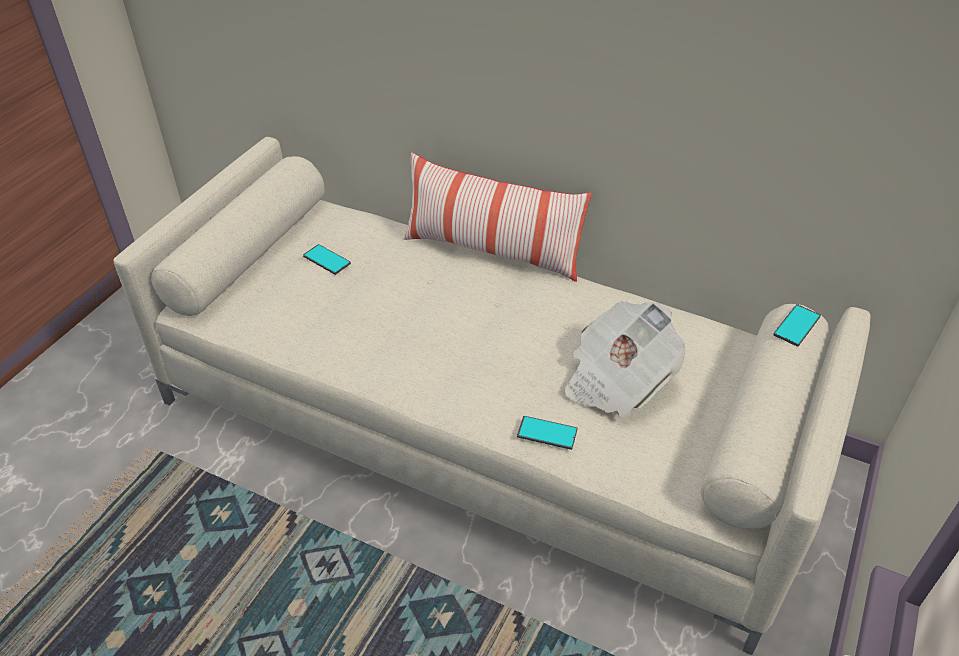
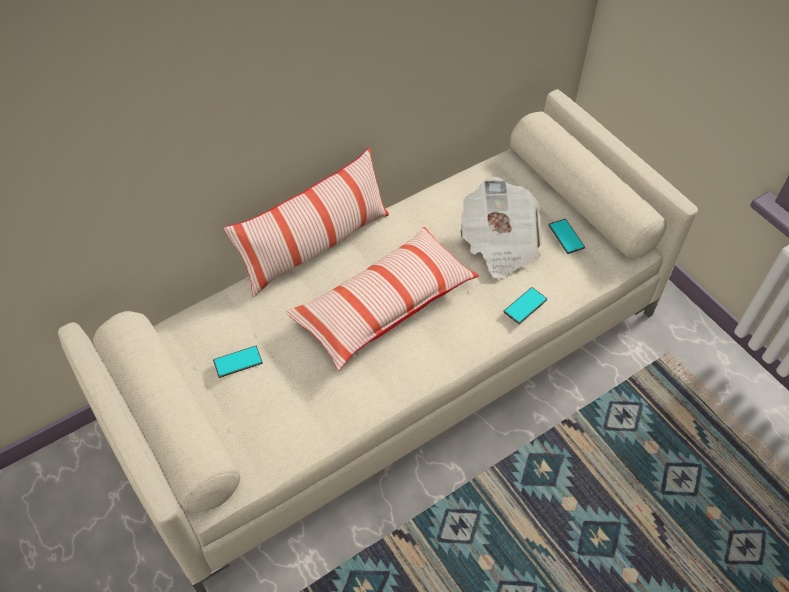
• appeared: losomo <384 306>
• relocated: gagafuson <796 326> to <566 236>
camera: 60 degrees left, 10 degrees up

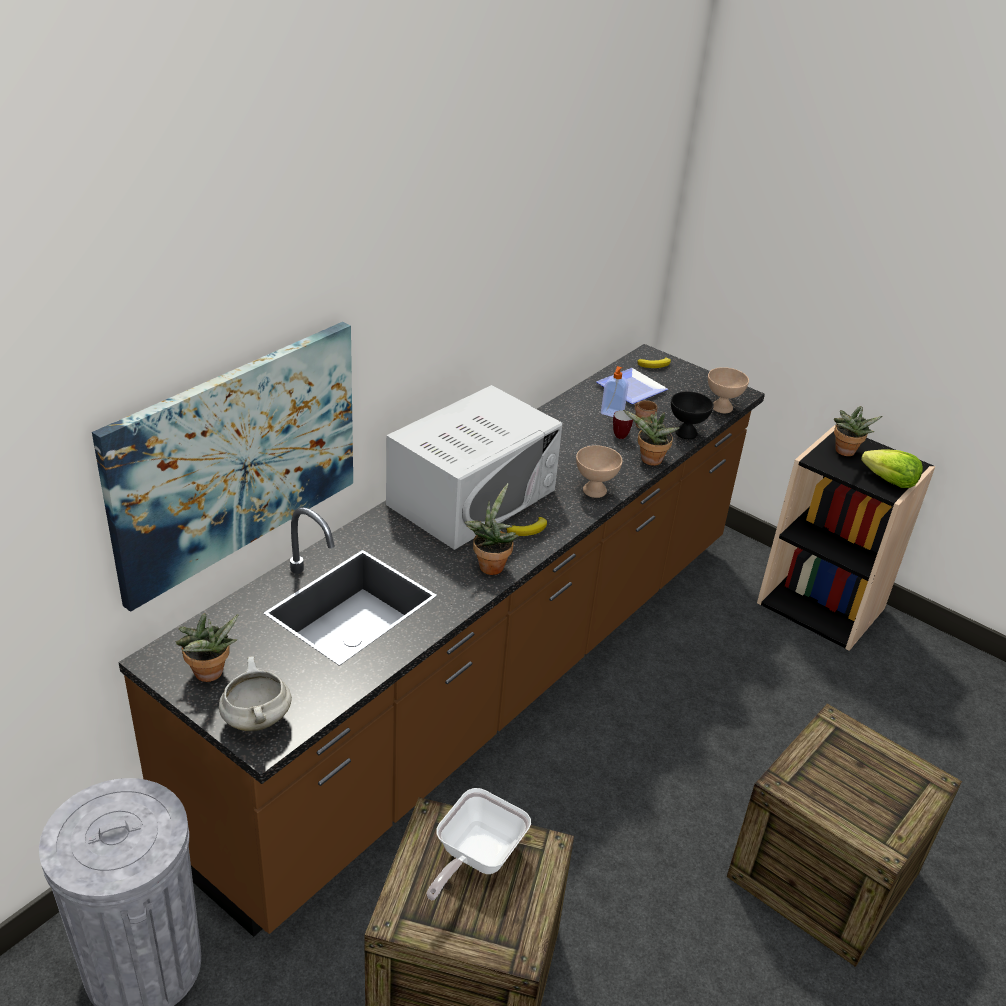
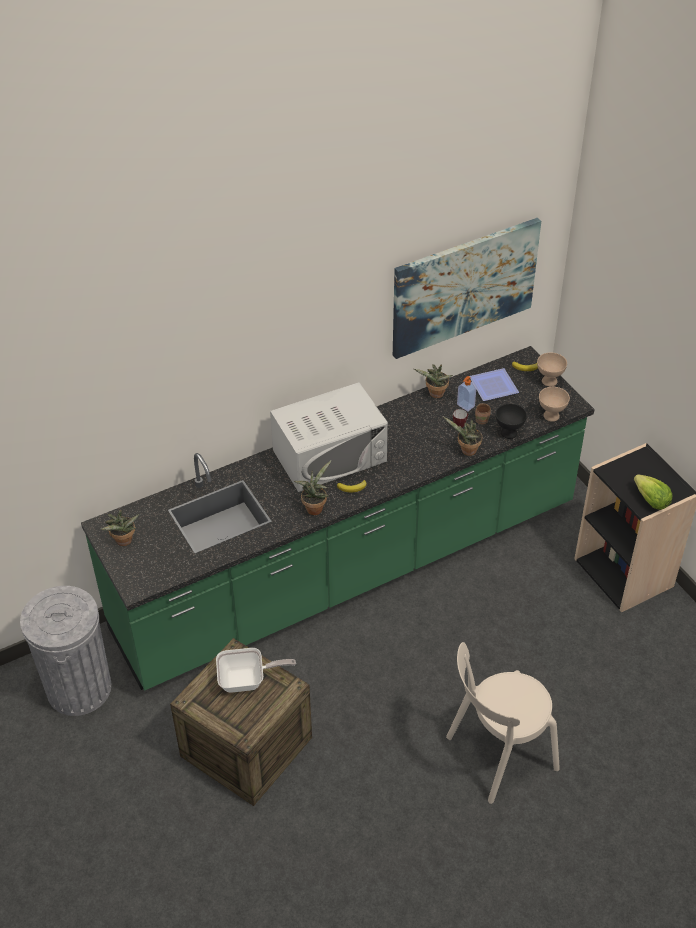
• missing: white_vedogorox <255 719>
• relocated: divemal <236 458> to <464 287>
• relocated: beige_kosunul <593 490> to <549 381>
• relocated: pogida <845 453> to <435 395>
• exchanged: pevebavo <823 874> to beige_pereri <497 755>
• colour: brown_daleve <488 678> to green_daleve <349 568>
• spun: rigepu <475 857> = <247 680> 150 degrees counterclockwise
camera: 25 degrees right, 10 degrees up

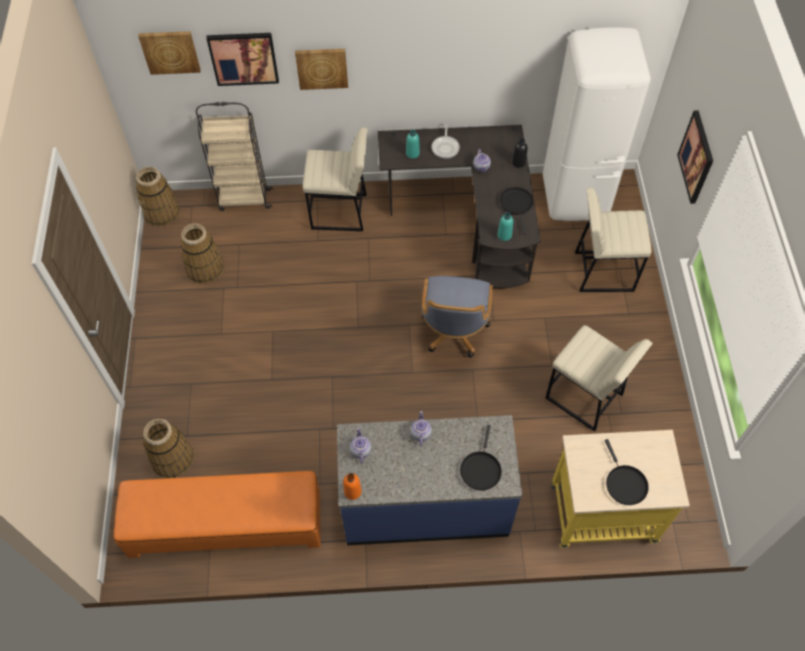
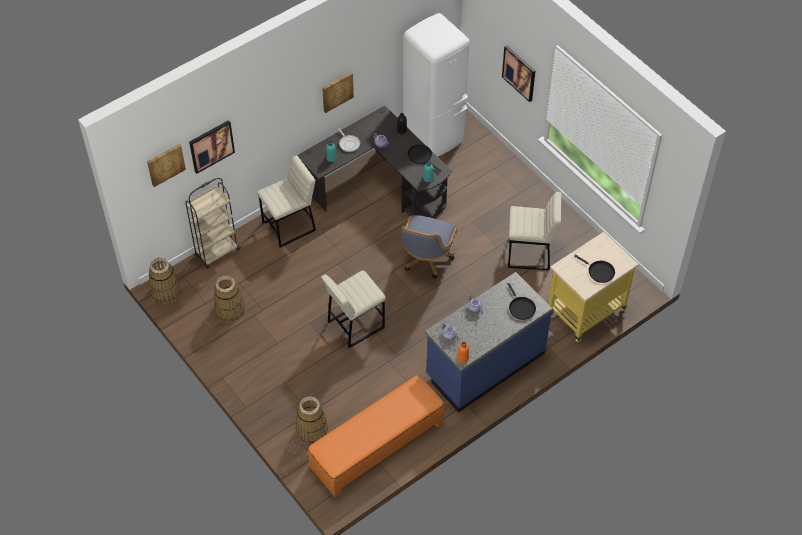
• relocated: divemal <322 68> to <337 91>
• relocated: beige_pereri <602 271> to <354 325>
• spun: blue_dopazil <454 336> = <426 262> 45 degrees clockwise
camera: 35 degrees left, 5 degrees down

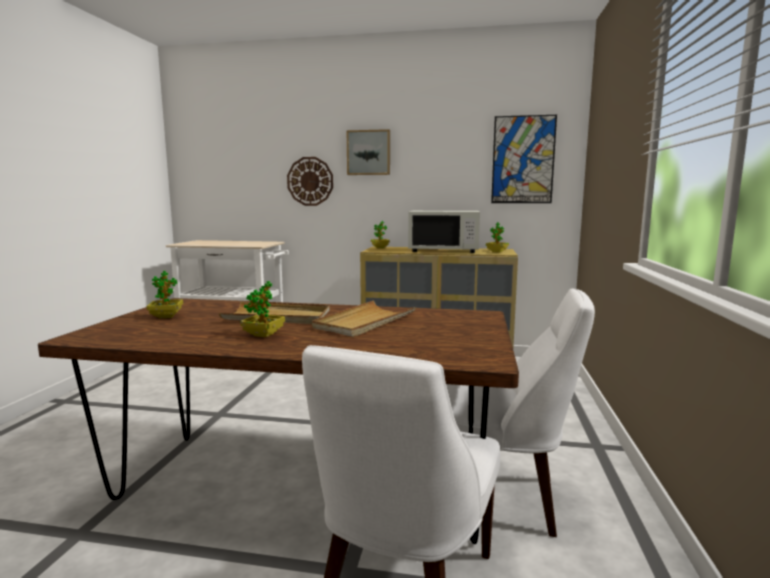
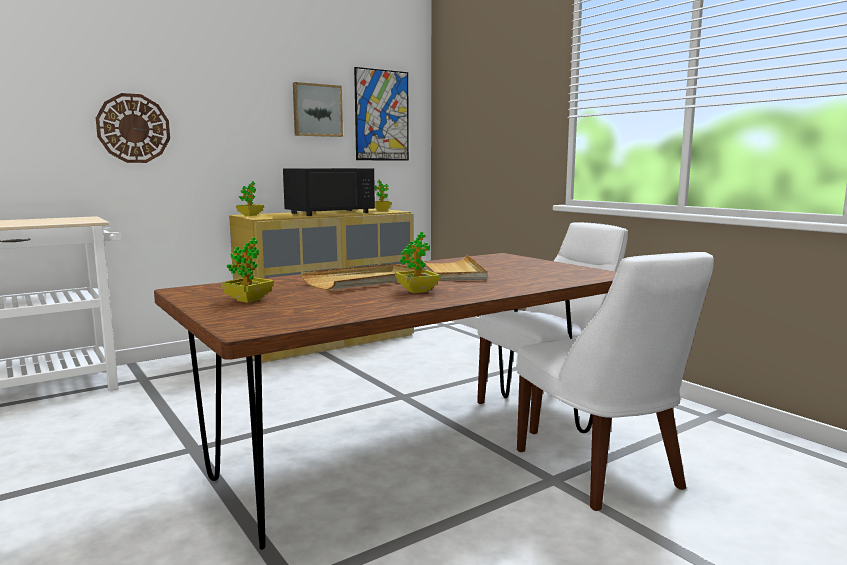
• relocated: divemal <368 153> to <317 110>
• colour: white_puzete <443 250> to black_puzete <330 213>
camera: 45 degrees left, 0 degrees up

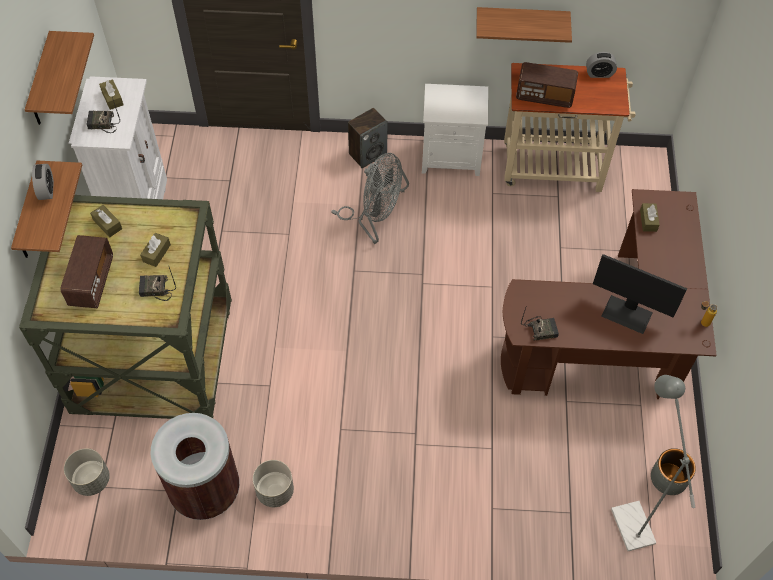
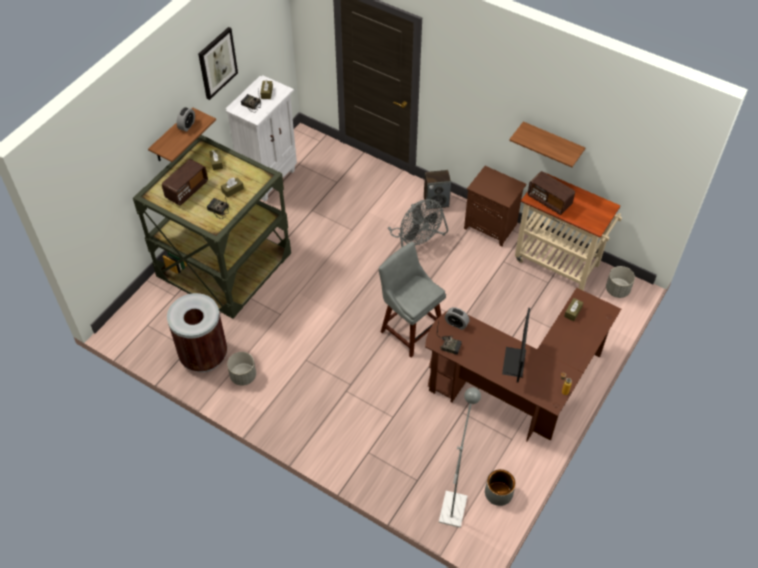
• appeared: grey_pereri <410 328>
• relocated: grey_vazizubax <92 479> to <617 290>
• relocated: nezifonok <599 73> to <456 323>
• exchanged: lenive <42 82> to divemal <217 63>
• colour: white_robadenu <452 156> to brown_robadenu <492 226>
• spun: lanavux <627 313> = <515 362> 45 degrees clockwise
camera: 30 degrees right, 5 degrees down

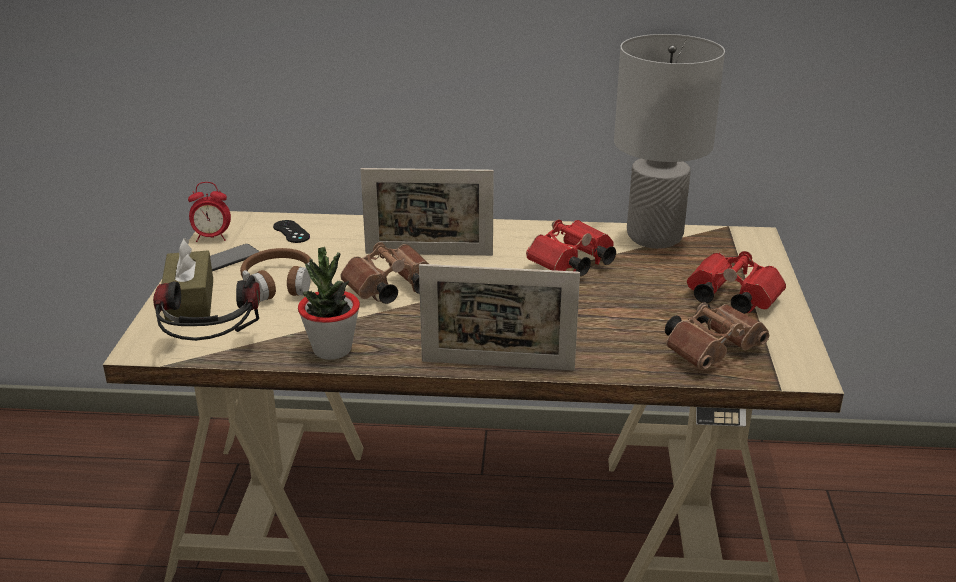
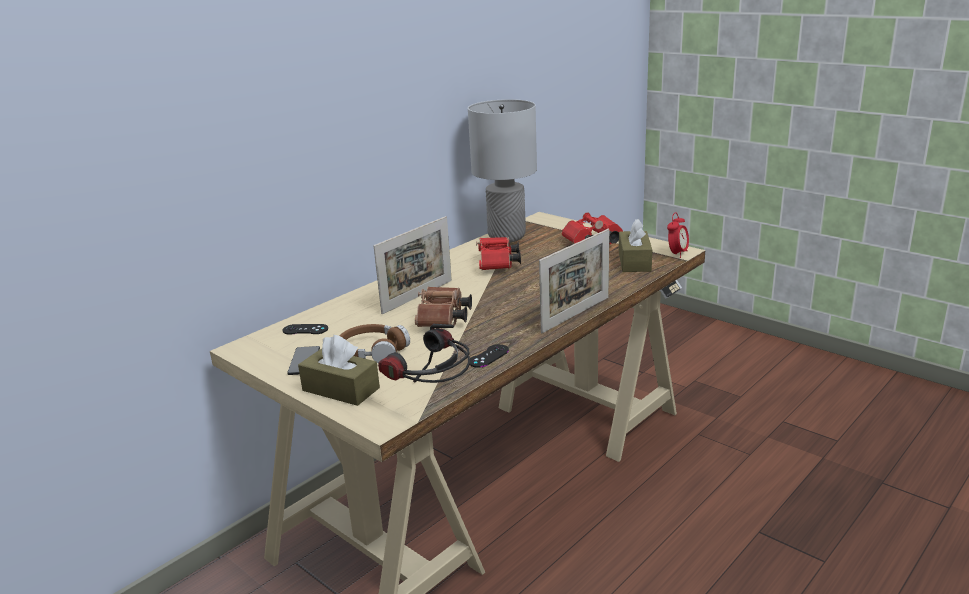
• relocated: nezifonok <212 238> to <677 254>
• exchanged: pogida <332 350> to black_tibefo <488 356>
• exchanged: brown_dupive <713 350> to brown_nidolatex <634 261>
camera: 50 degrees left, 5 degrees down

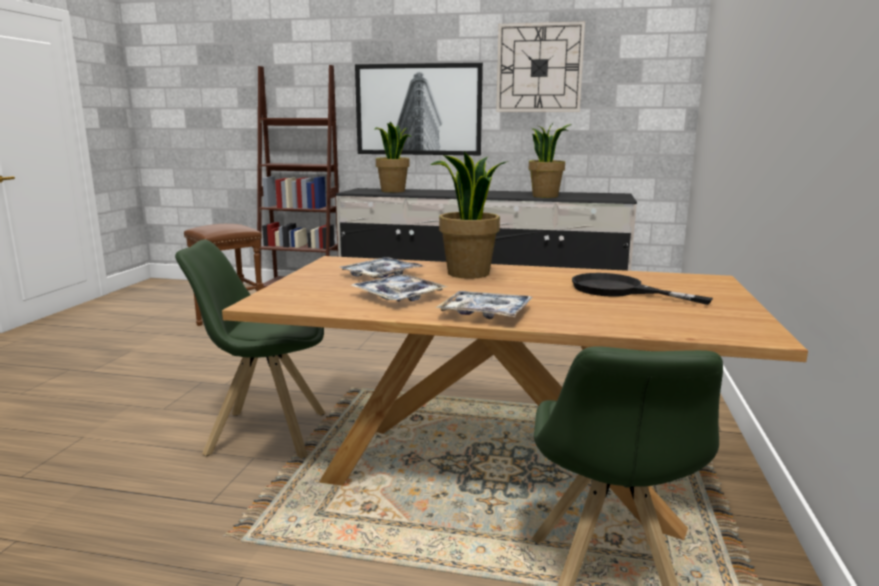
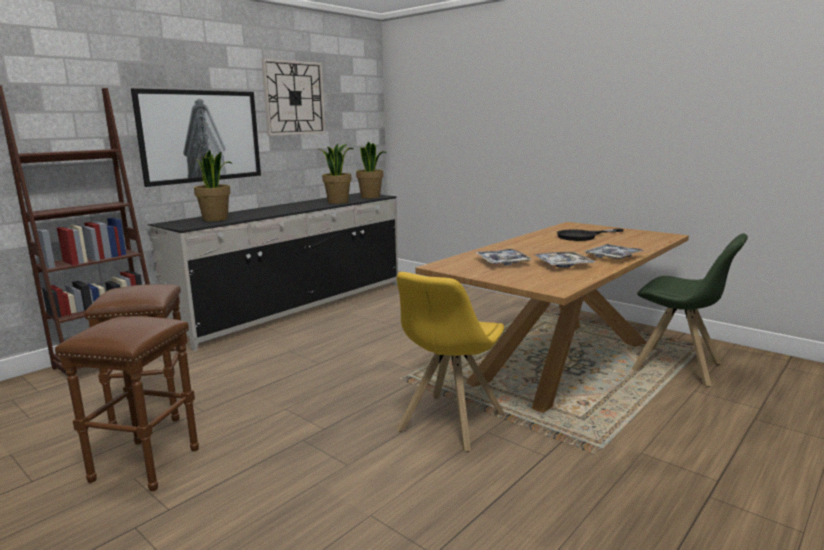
• appeared: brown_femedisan <145 463>
• relocated: pogida <468 273> to <371 197>
• colour: green_pereri <266 433> to yellow_pereri <450 422>
camera: 60 degrees left, 0 degrees up

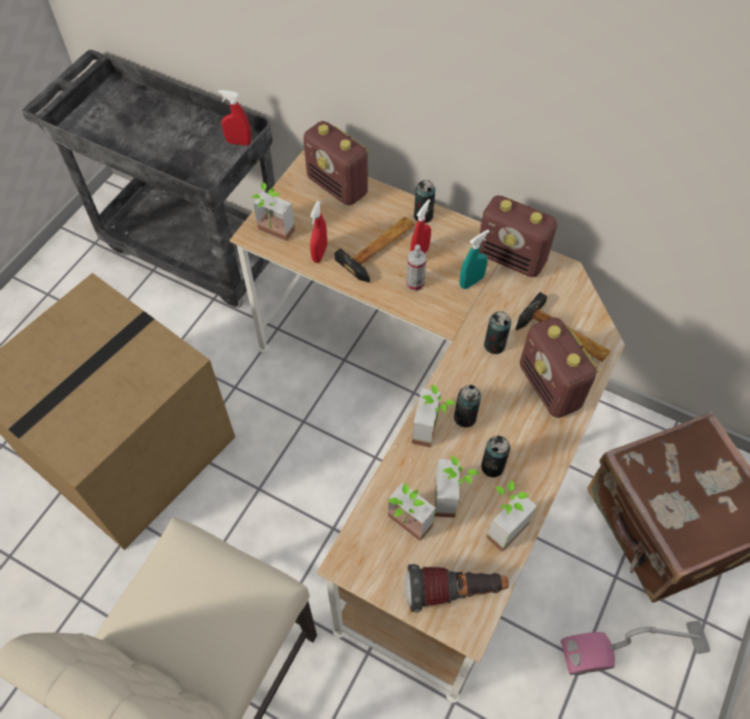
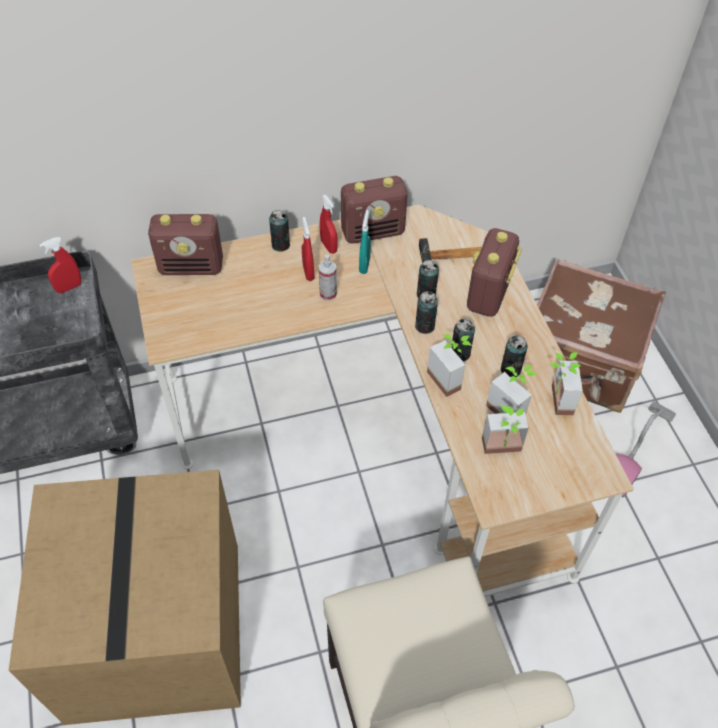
• missing: pogida <272 234>
• missing: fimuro <381 248>
• missing: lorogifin <454 592>
• appeared: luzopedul <424 326>
• relocated: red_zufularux <319 253> to <328 246>
• spun: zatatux <550 387> = <488 295> 90 degrees clockwise
camera: 45 degrees left, 5 degrees down

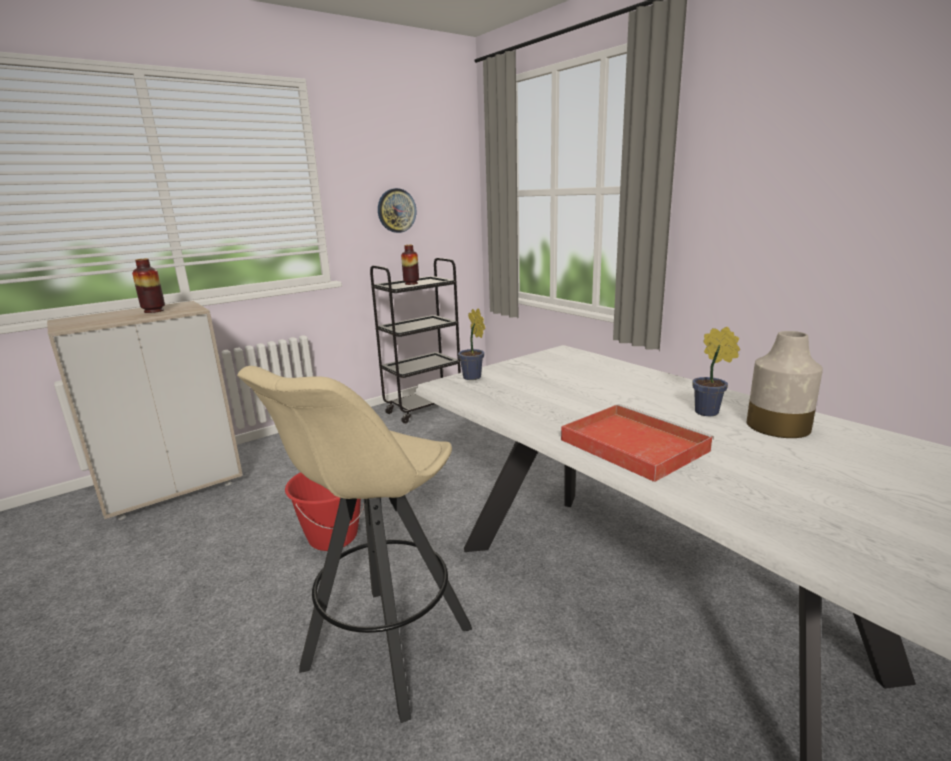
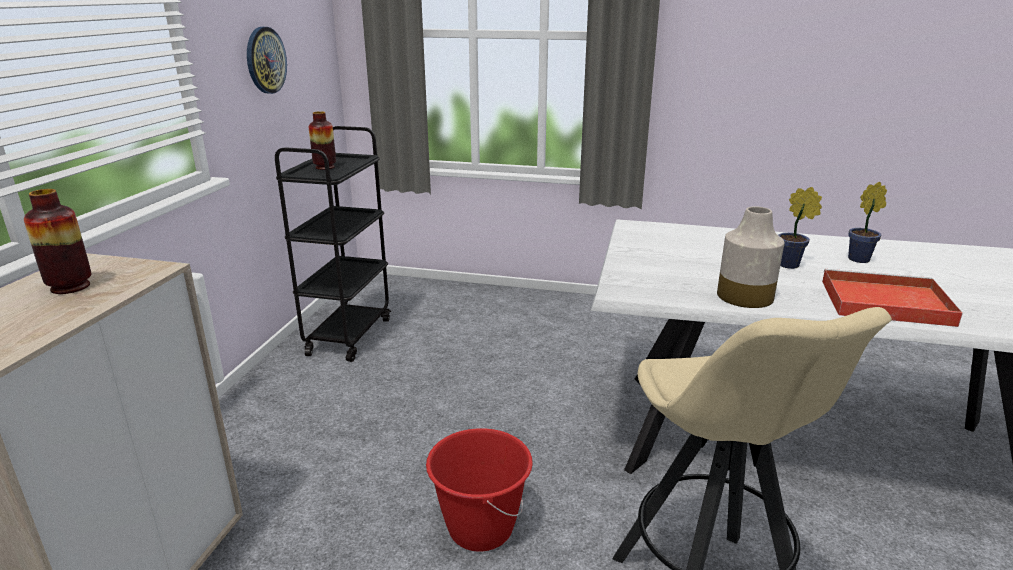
• relocated: pogida <473 378> to <791 265>
• relocated: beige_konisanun <779 426> to <745 296>
camera: 40 degrees left, 5 degrees up

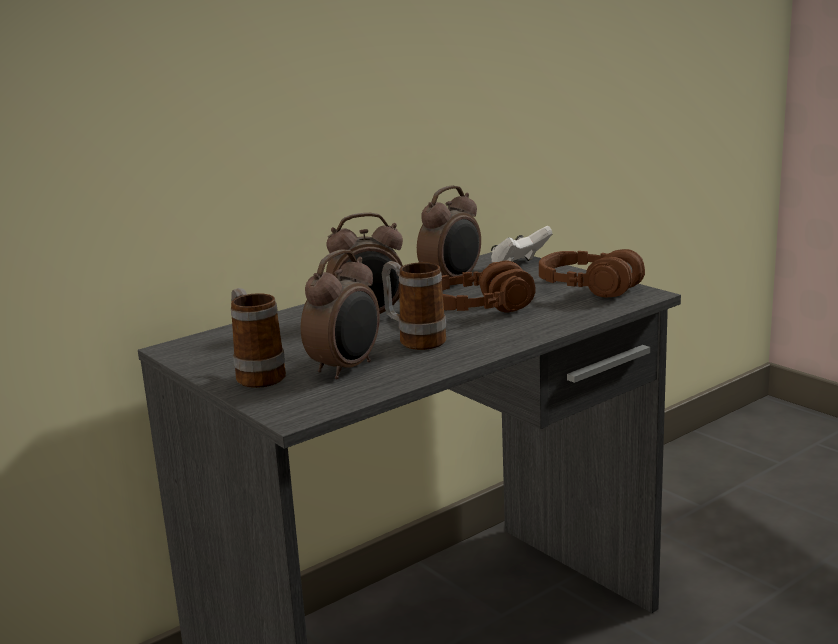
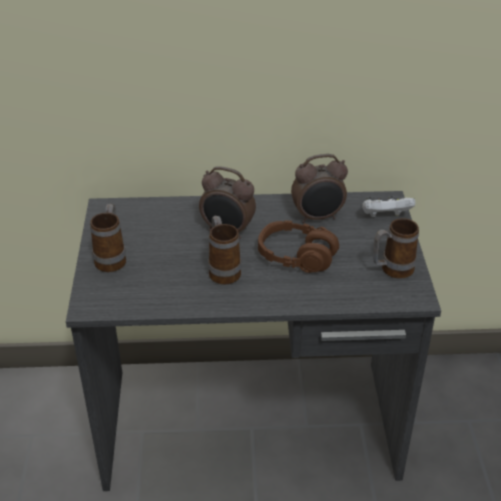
• missing: nezifonok <346 368>
• exchanged: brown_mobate <589 288> to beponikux <391 270>
camera: 35 degrees right, 20 degrees up

